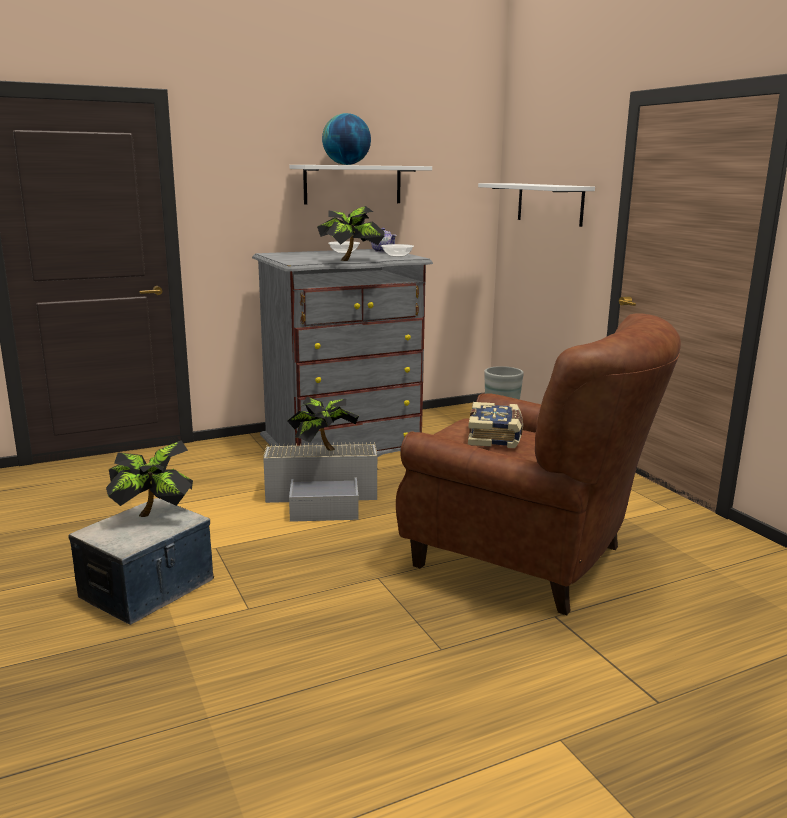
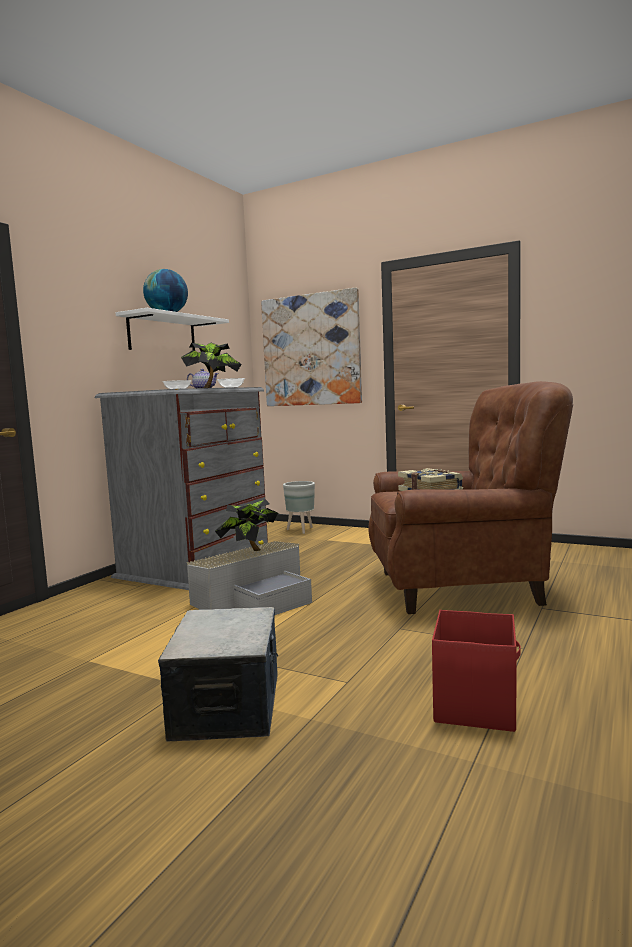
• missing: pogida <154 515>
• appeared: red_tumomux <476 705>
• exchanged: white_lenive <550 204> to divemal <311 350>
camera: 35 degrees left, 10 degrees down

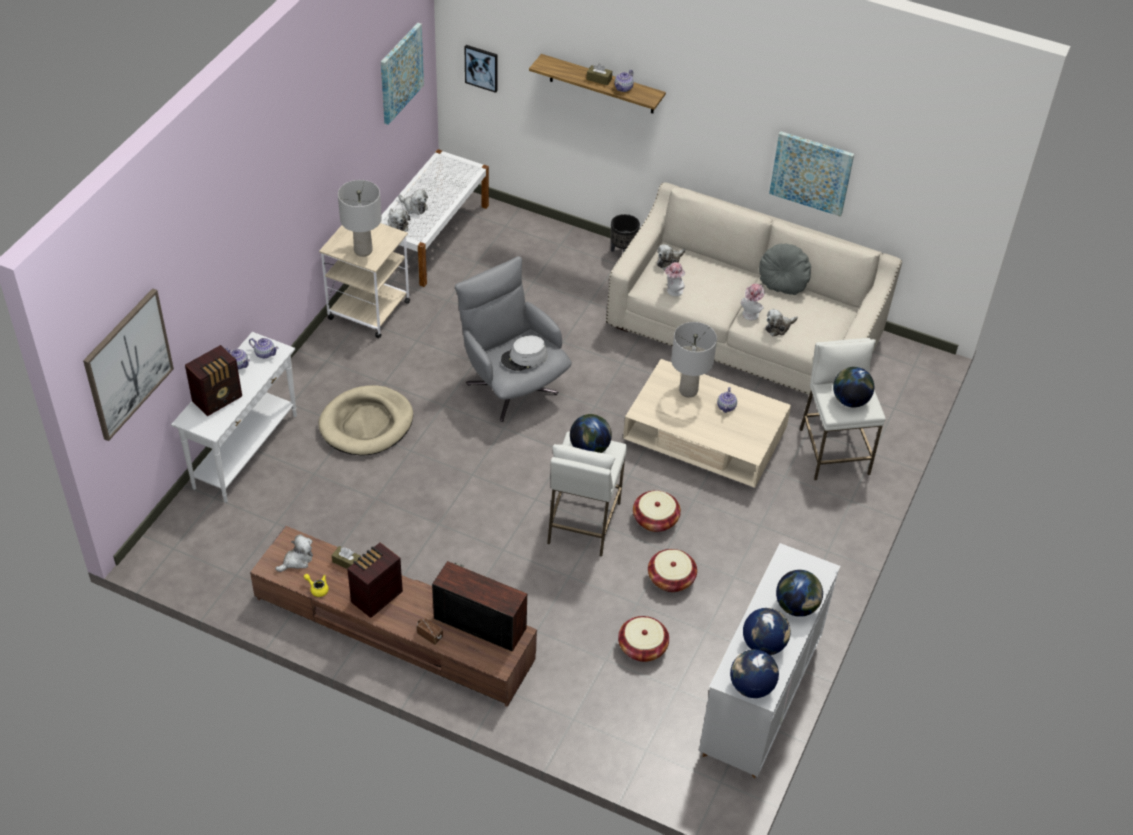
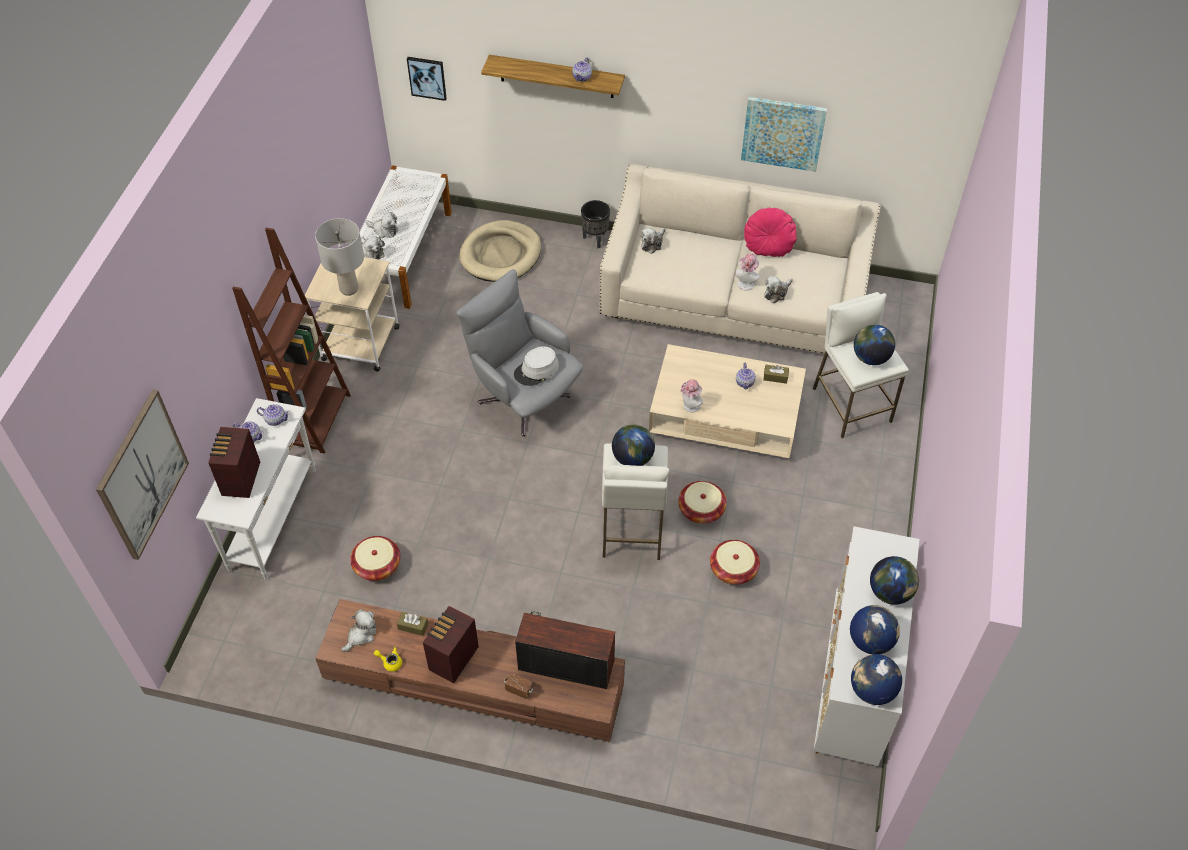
• missing: divemal <400 73>
• missing: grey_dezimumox <688 391>
• appeared: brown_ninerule <316 419>
• relocated: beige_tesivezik <366 424> to <501 254>
• relocated: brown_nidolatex <599 79> to <775 377>
• relocated: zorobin <642 647> to <377 566>
• relocated: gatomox <673 291> to <690 407>
• colour: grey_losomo <782 286> to pink_losomo <768 249>
• spun: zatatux <218 399> = <240 480> 150 degrees clockwise
camera: 10 degrees left, 5 degrees up

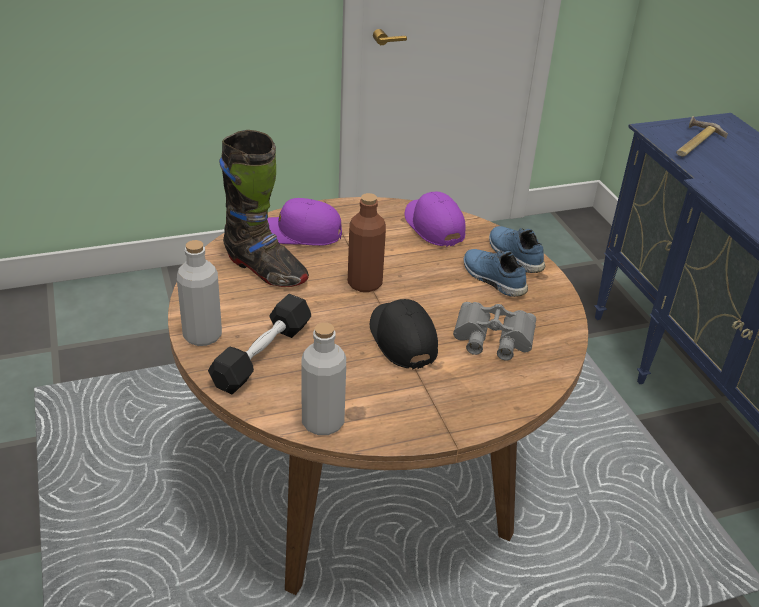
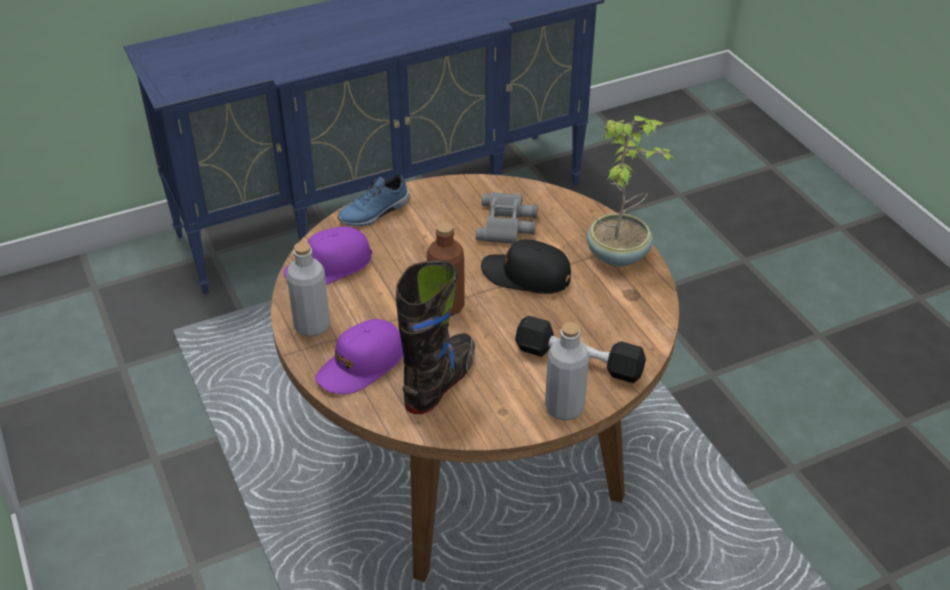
• missing: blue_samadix <492 279>
• missing: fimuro <693 143>
• appeared: pogida <619 254>
• relocated: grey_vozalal <323 422> to <312 326>
• spun: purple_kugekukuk <300 233> = <361 365> 45 degrees clockwise
• spun: black_kugekukuk <402 339> = <526 275> 45 degrees clockwise
camera: 95 degrees left, 5 degrees up

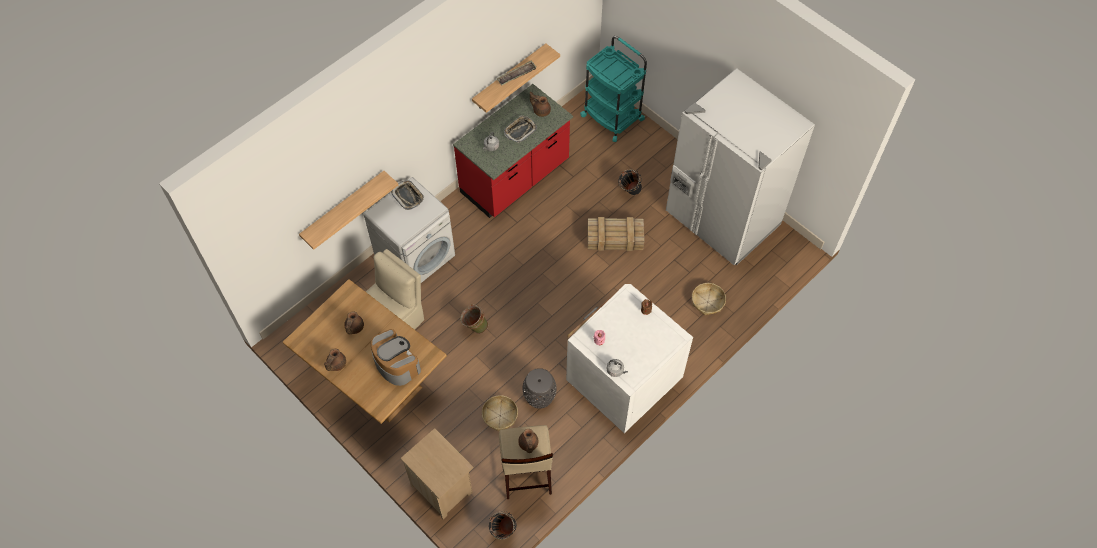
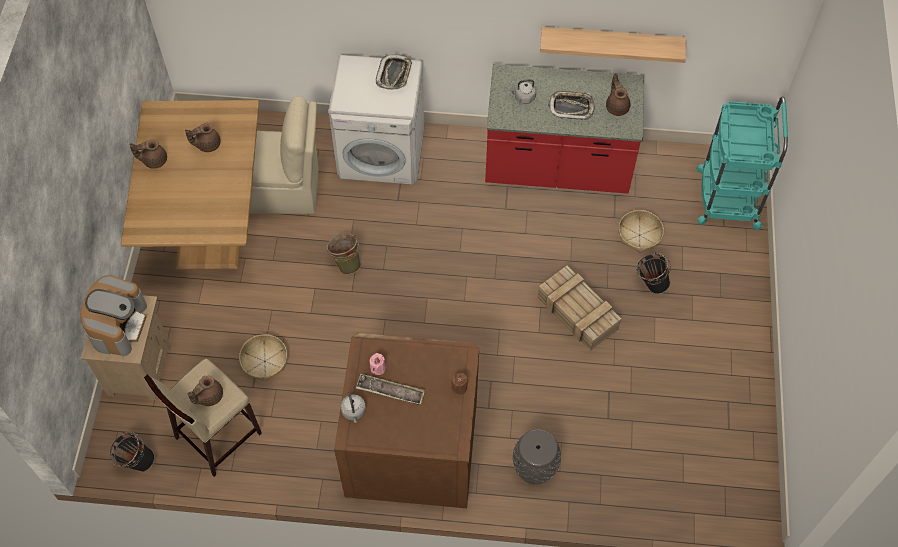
• missing: lenive <344 208>
• missing: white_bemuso <722 219>
• relocated: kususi <396 363> to <118 325>
• relocated: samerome <516 75> to <390 391>
• relocated: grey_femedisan <539 397> to <534 468>
• relocated: zorobin <707 302> to <639 235>
• colour: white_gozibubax <621 377> to brown_gozibubax <411 444>
camera: 50 degrees right, 0 degrees up

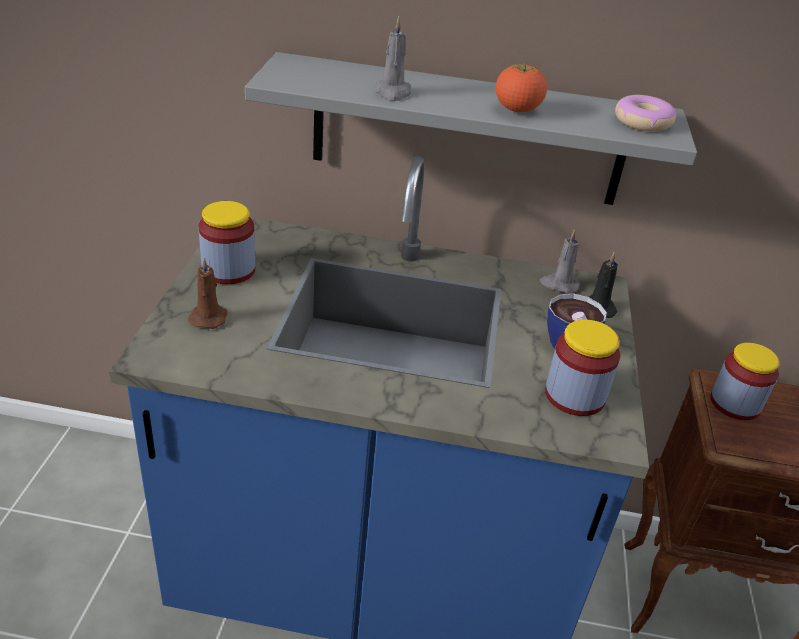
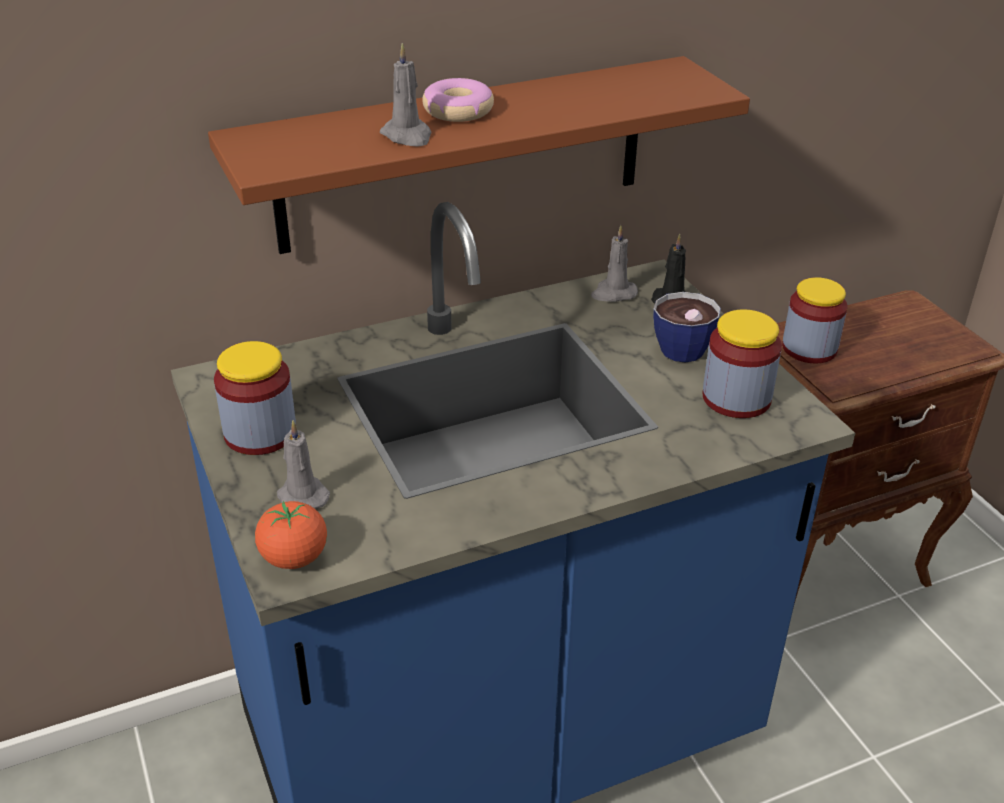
• relocated: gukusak <517 110> to <294 558>
• relocated: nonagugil <642 122> to <458 111>
• colour: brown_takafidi <209 317> to grey_takafidi <301 496>
• colour: grey_lenive <468 132> to brown_lenive <464 155>
camera: 30 degrees left, 0 degrees up

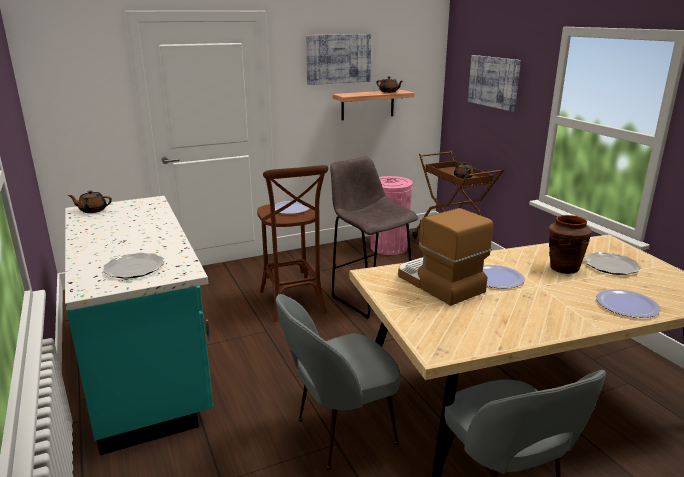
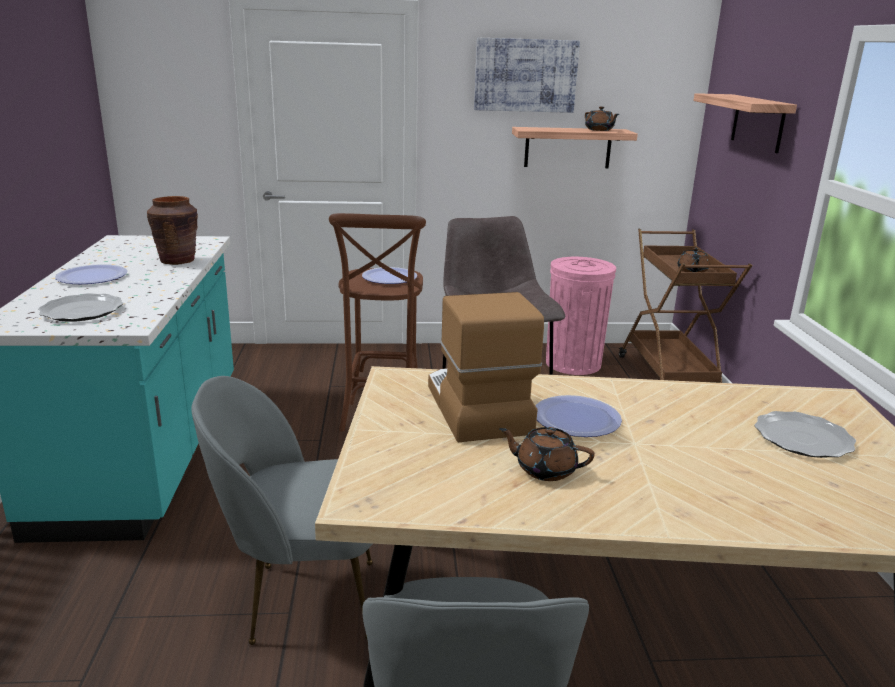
• relocated: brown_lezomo <92 210> to <544 469>
• relocated: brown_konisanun <563 268> to <177 261>
• relocated: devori <627 305> to <92 276>
• exchanged: divemal <493 82> to lenive <758 122>
camera: 20 degrees right, 0 degrees up

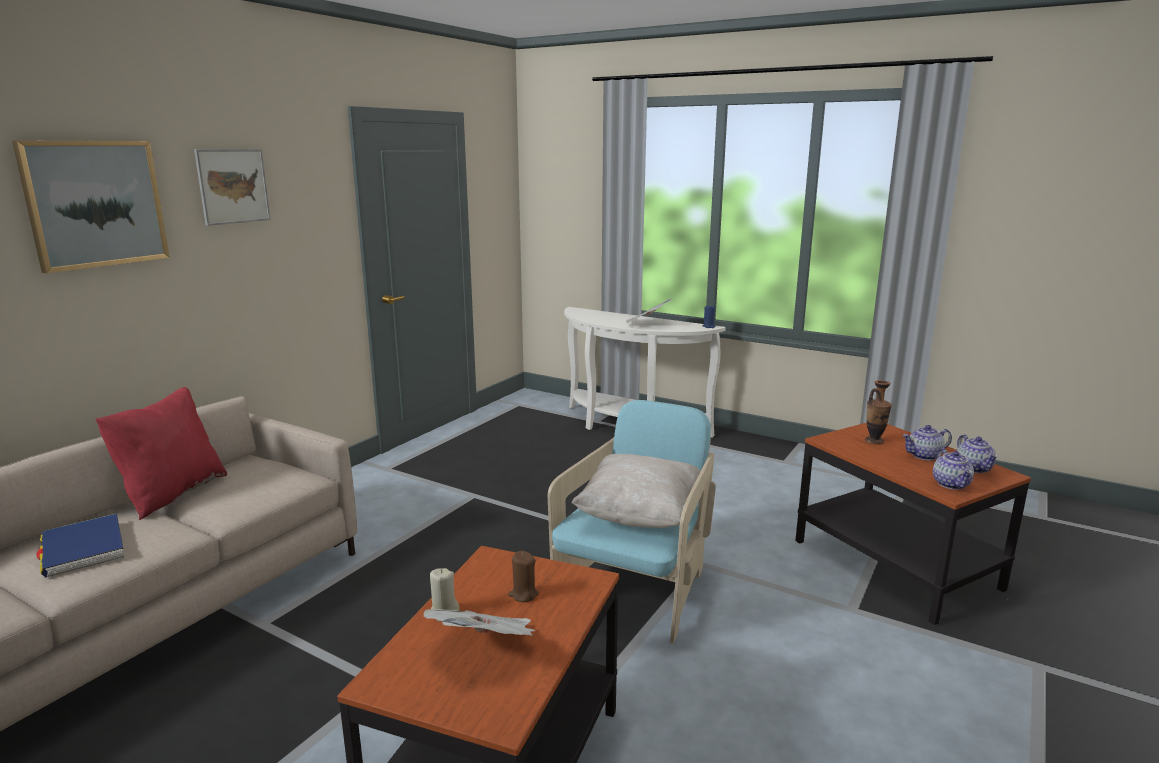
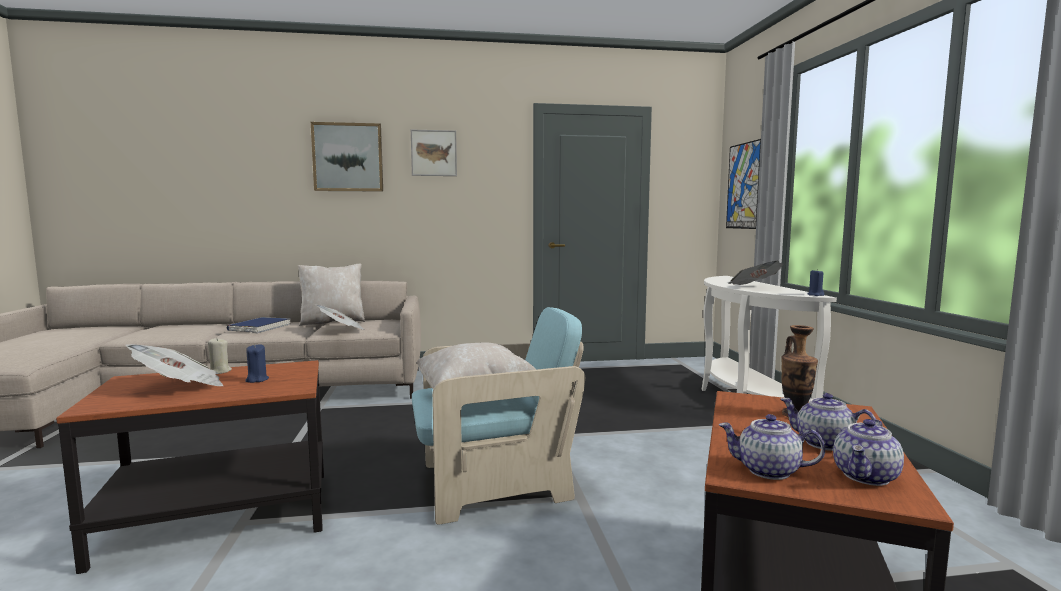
• appeared: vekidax <342 330>
• appeared: divemal <744 186>
• colour: red_losomo <172 493> to beige_losomo <332 322>
• colour: brown_takafidi <523 594> to blue_takafidi <257 380>
• spun: lezomo <951 484> = <767 471> 60 degrees clockwise
camera: 50 degrees right, 10 degrees down

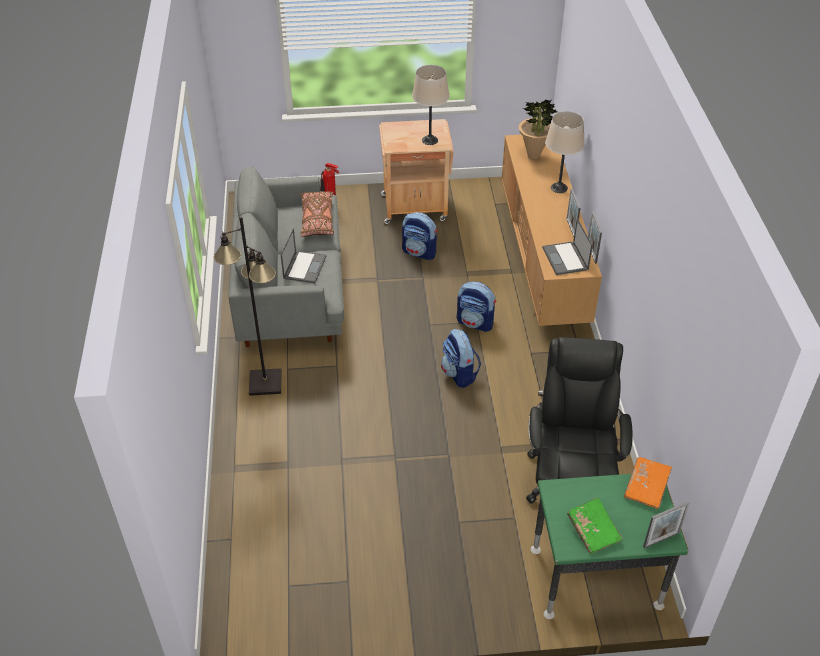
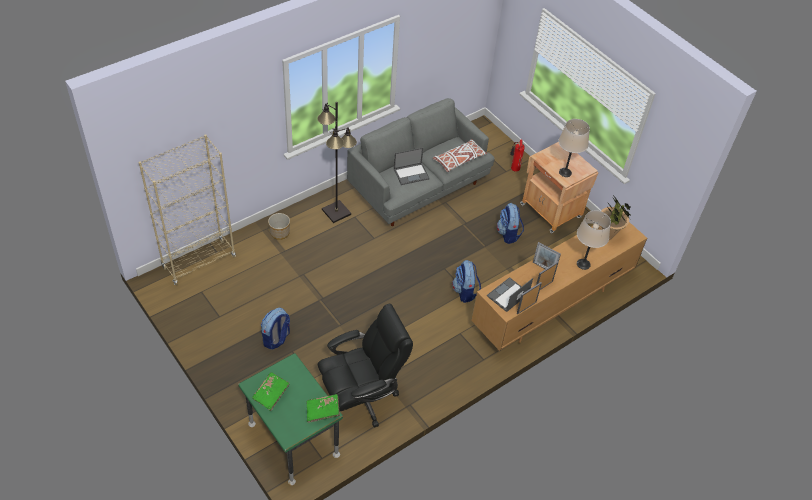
• appeared: beige_ninerule <199 262>
• appeared: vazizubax <279 233>
• relocated: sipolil <459 374> to <276 339>
• relocated: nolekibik <661 539> to <543 268>
• colour: brown_losomo <317 220> to white_losomo <459 160>
• colour: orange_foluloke <646 487> to green_foluloke <323 411>
camera: 55 degrees right, 5 degrees up

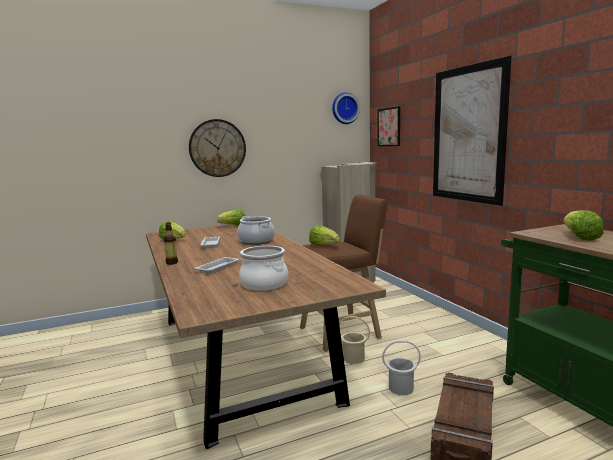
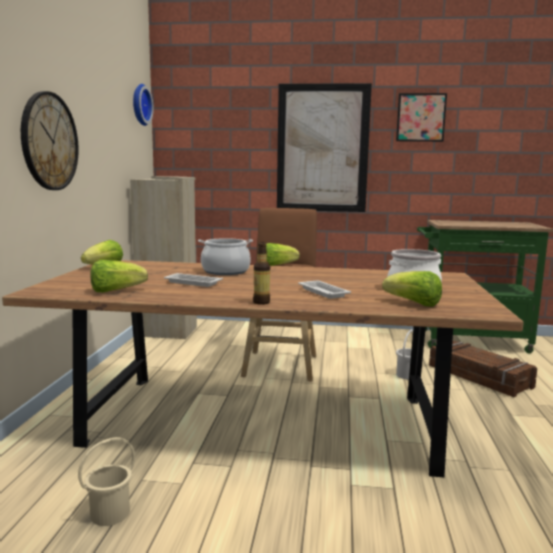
• relocated: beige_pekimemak <353 358> to <109 513>
• relocated: divemal <389 127> to <421 117>
• relocated: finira <579 237> to <413 304>
camera: 60 degrees left, 0 degrees up

